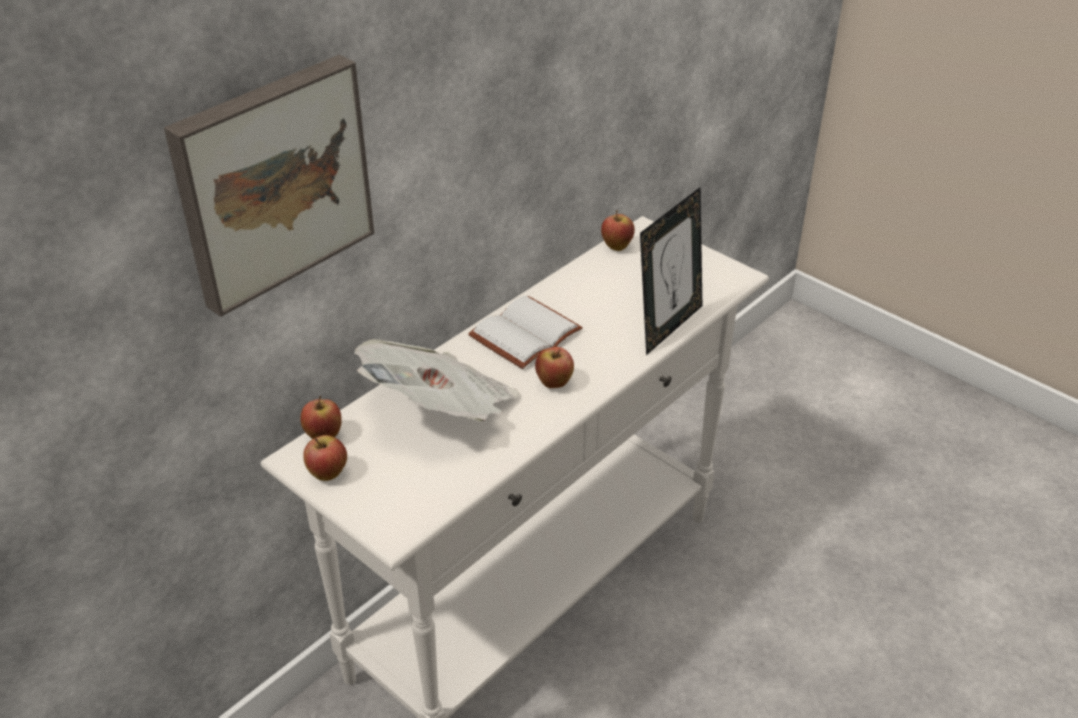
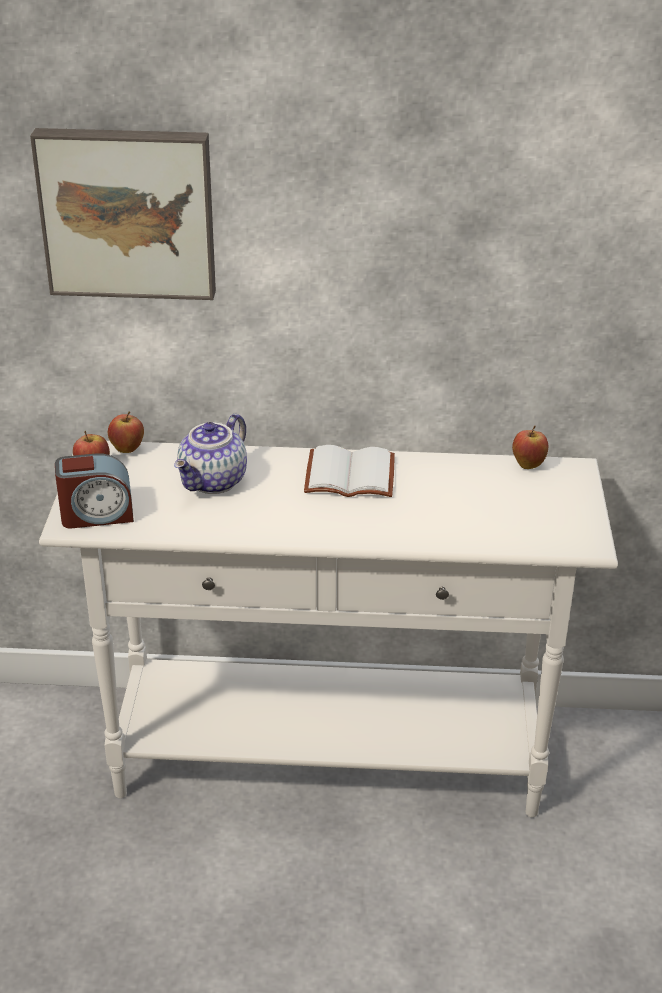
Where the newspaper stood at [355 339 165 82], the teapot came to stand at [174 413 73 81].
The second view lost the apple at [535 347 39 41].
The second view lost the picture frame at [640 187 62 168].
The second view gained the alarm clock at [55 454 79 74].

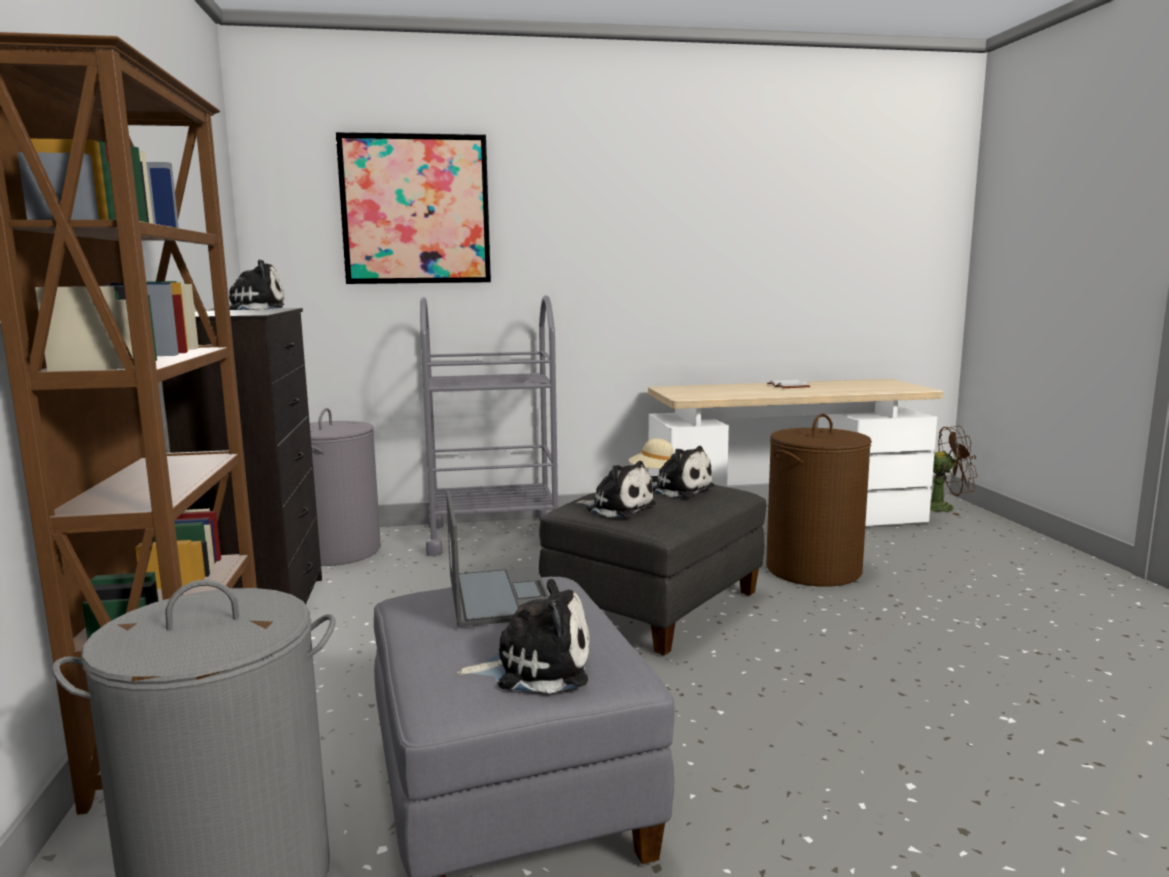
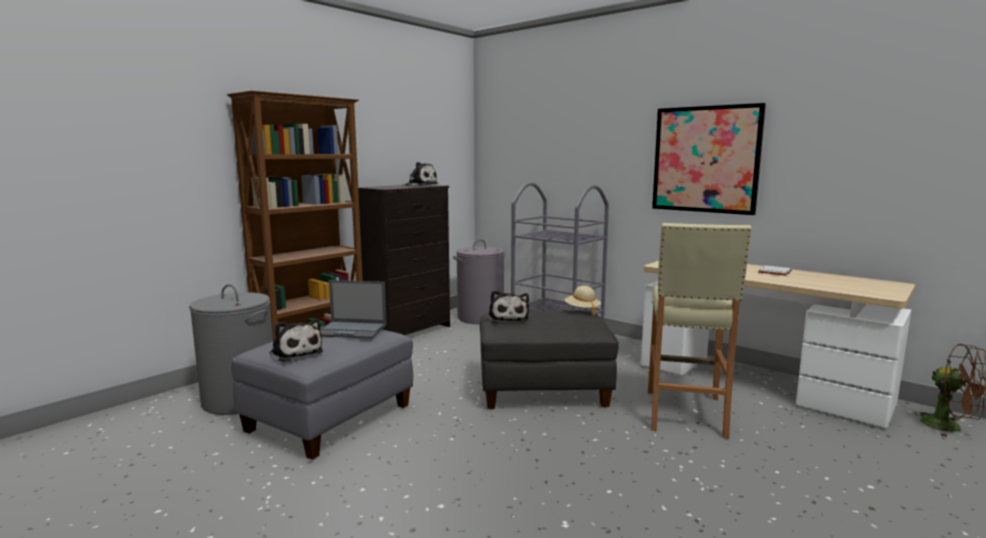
The picture ended up elsewhere, having gone from [336 132 155 152] to [652 103 114 112].
The laptop at [446 490 103 137] ended up facing another way, 60 degrees clockwise from before.
The second view lost the plush toy at [652 446 62 51].
Where the laundry basket/brown stood at [766 414 106 173], the stool/beige came to stand at [648 223 104 216].

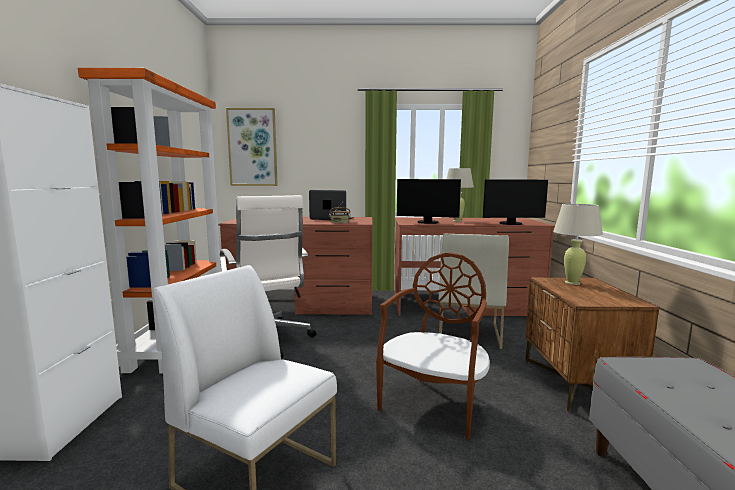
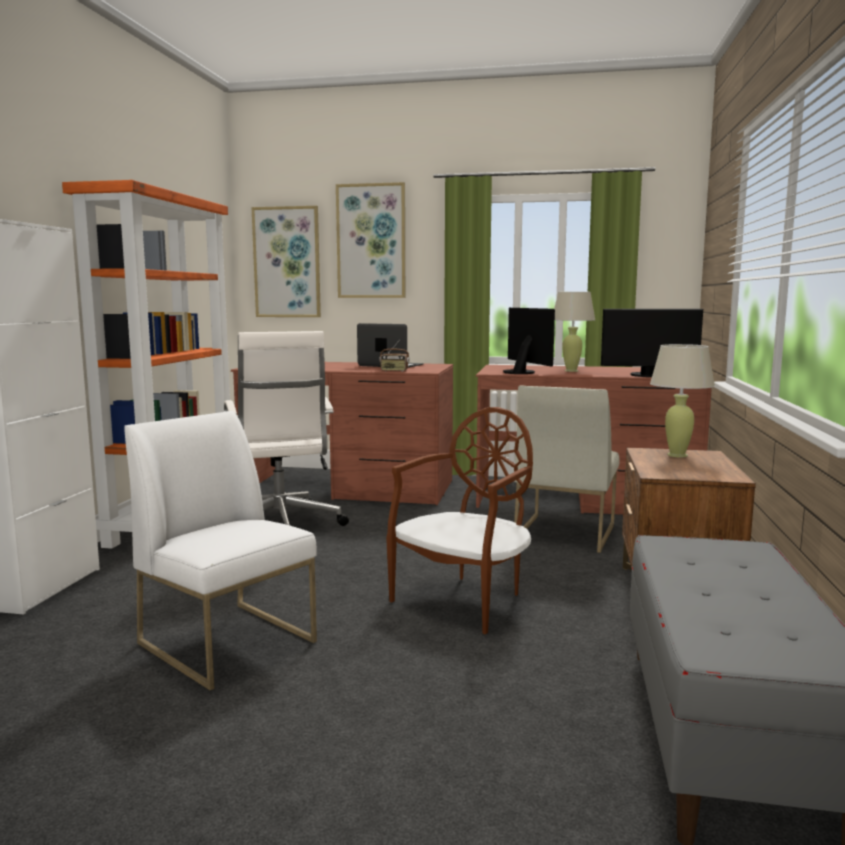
The monitor at [397 179 64 45] ended up facing another way, 135 degrees counterclockwise from before.
The second view gained the picture at [336 182 69 116].

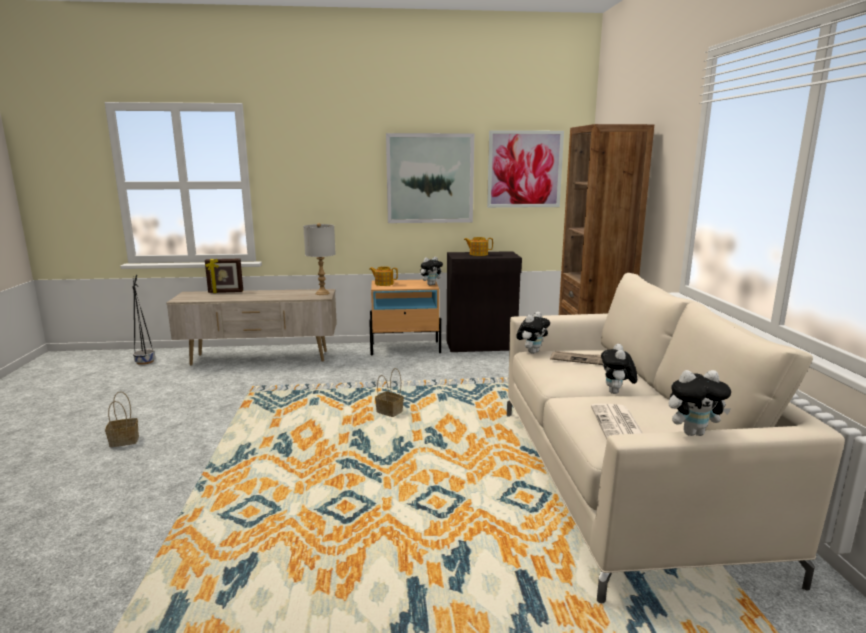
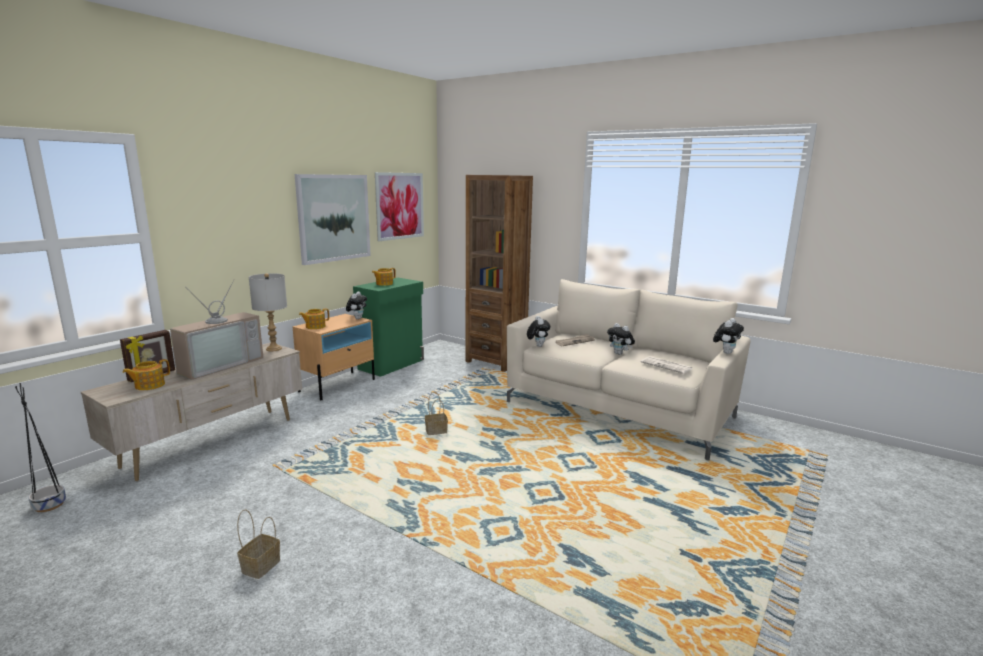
What was the cabinet/black at [447 251 75 101] turned into the cabinet/green at [353 278 71 99].
The second view gained the teapot at [122 359 48 31].
The second view gained the television at [170 279 94 101].

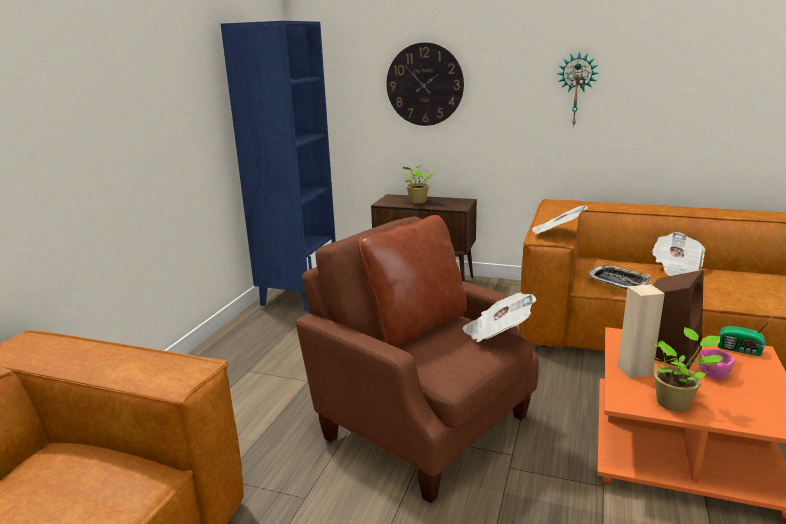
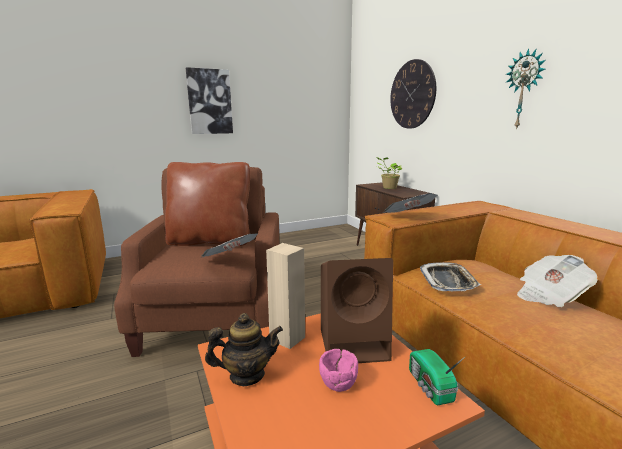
The second view lost the bookcase/blue at [221 21 115 291].
Where the potted plant stood at [651 327 73 85], the teapot came to stand at [205 313 78 73].
The second view gained the picture at [186 67 47 67].

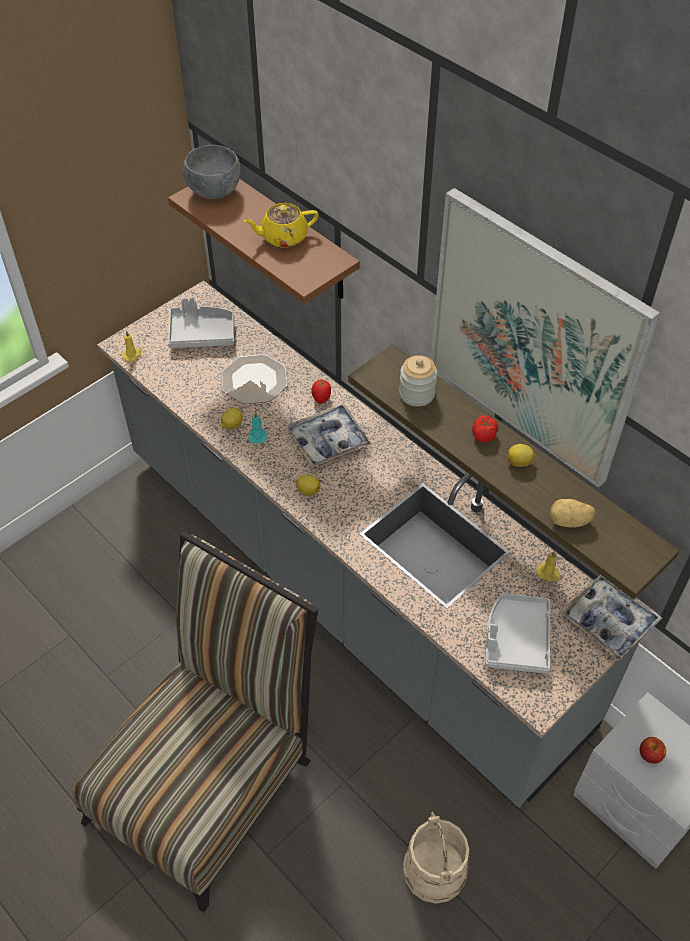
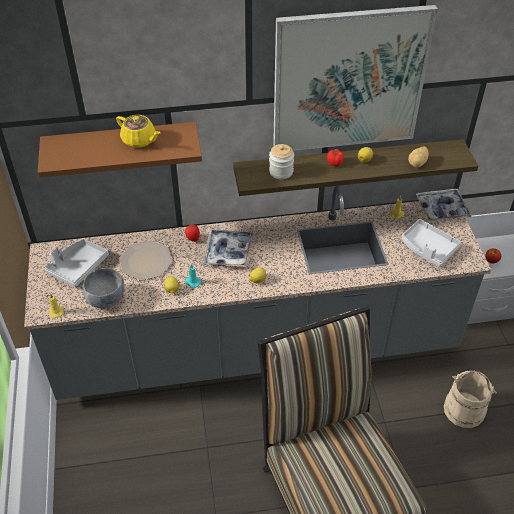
The bowl/grey ended up elsewhere, having gone from [183 145 58 54] to [82 268 43 41].
The teapot/yellow at [243 203 76 45] ended up facing another way, 75 degrees counterclockwise from before.

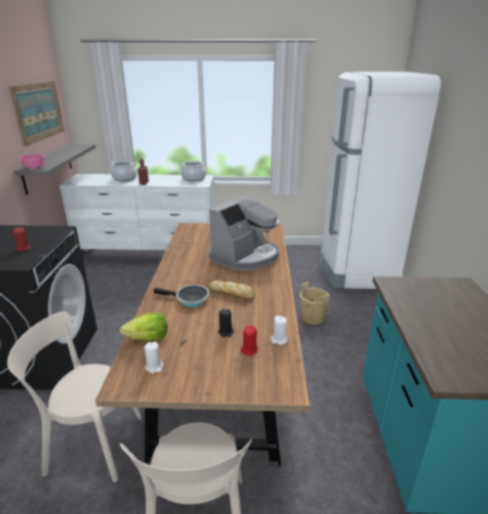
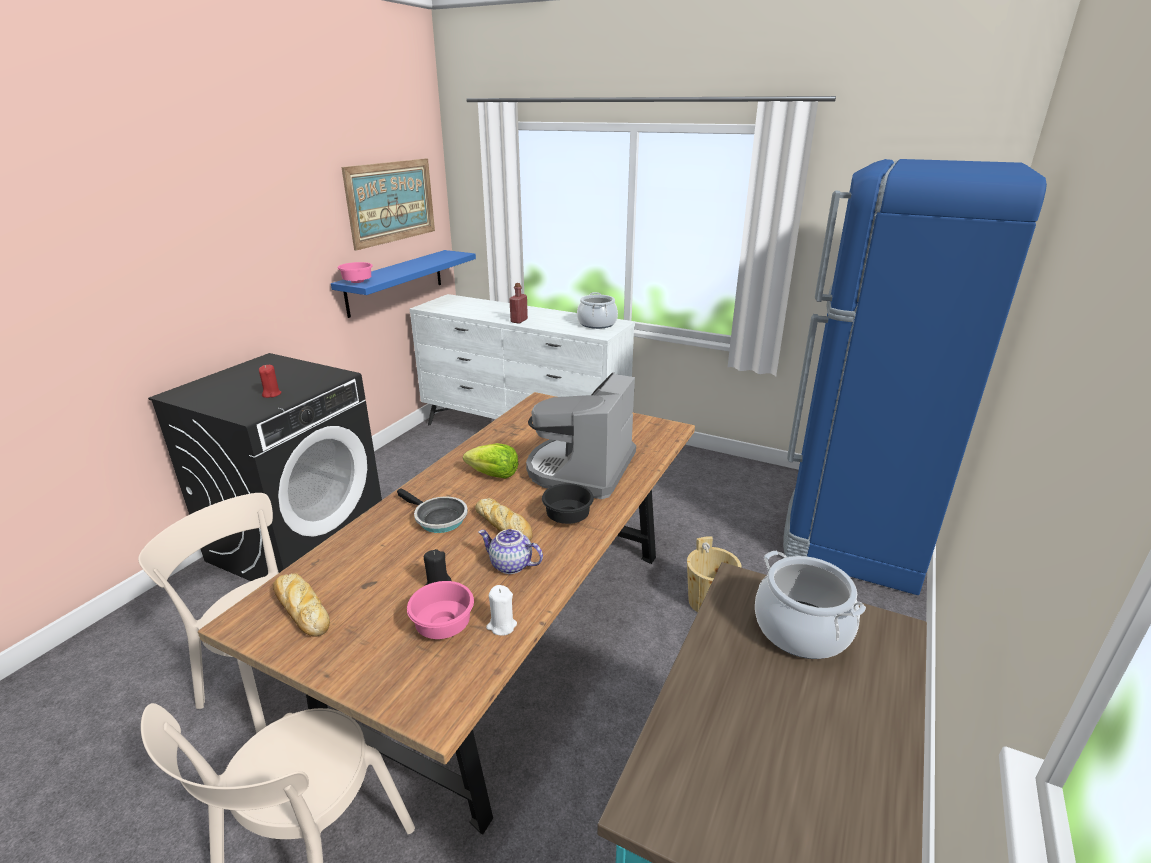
What was the shelf/grey at [14 144 82 51] turned into the shelf/blue at [331 250 145 68].
The cooking pot ended up elsewhere, having gone from [111 161 26 20] to [755 550 111 109].
The lettuce ended up elsewhere, having gone from [120 312 48 29] to [463 443 55 36].
Where the candle/white stood at [144 342 19 31], the bread came to stand at [273 573 57 64].
The coffee machine at [209 196 70 75] ended up facing another way, 135 degrees clockwise from before.
Where the candle/red stood at [241 325 17 31], the bowl/pink came to stand at [407 581 67 58].
What was the fridge/white at [320 72 121 217] turned into the fridge/blue at [783 159 264 436].
The second view gained the teapot at [478 529 65 45].
The second view gained the bowl/black at [542 483 52 41].

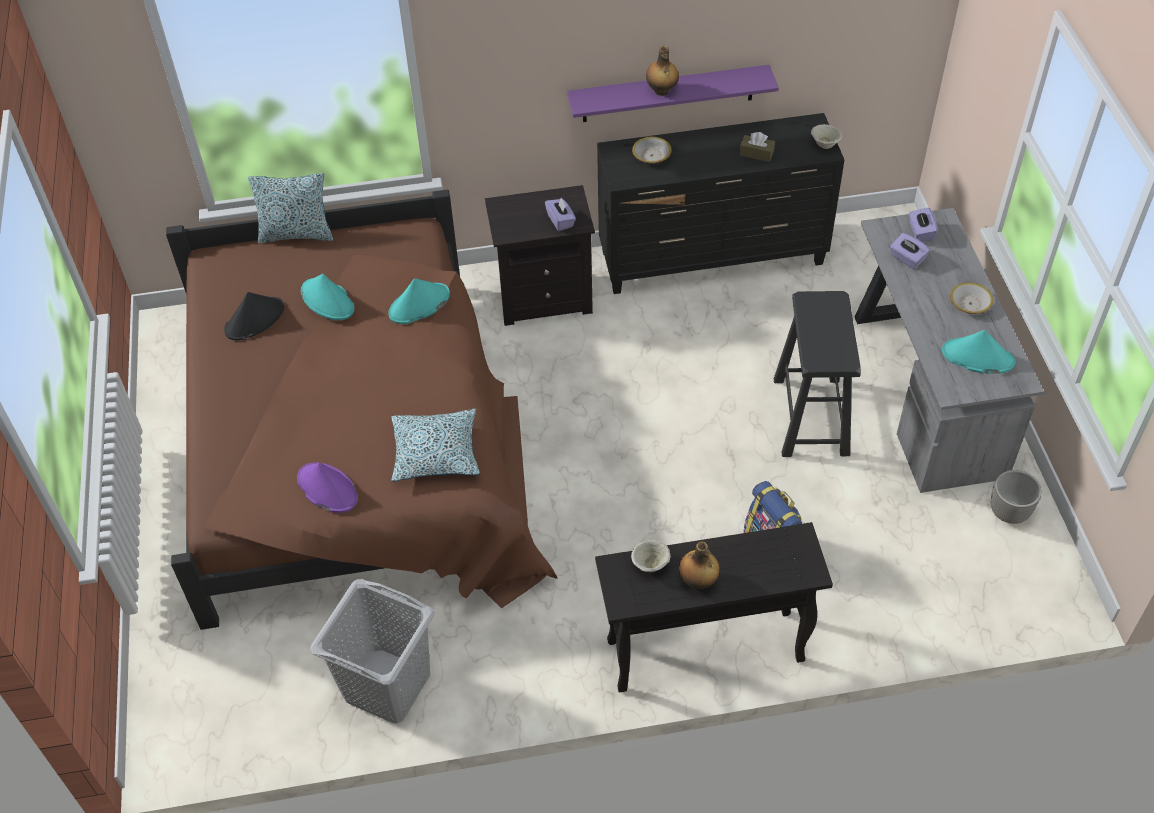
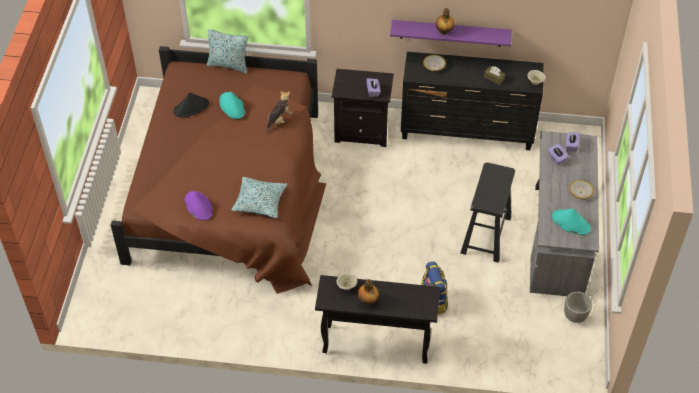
The second view lost the laundry basket/grey at [310 579 124 144].
Where the hat/turquoise stood at [389 279 61 45], the plush toy came to stand at [266 91 27 42].

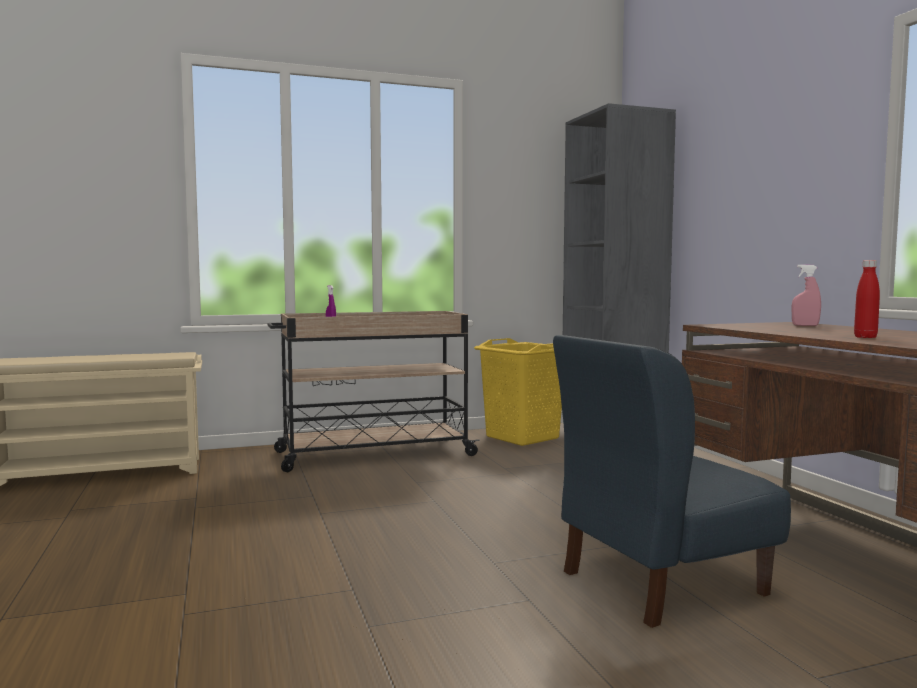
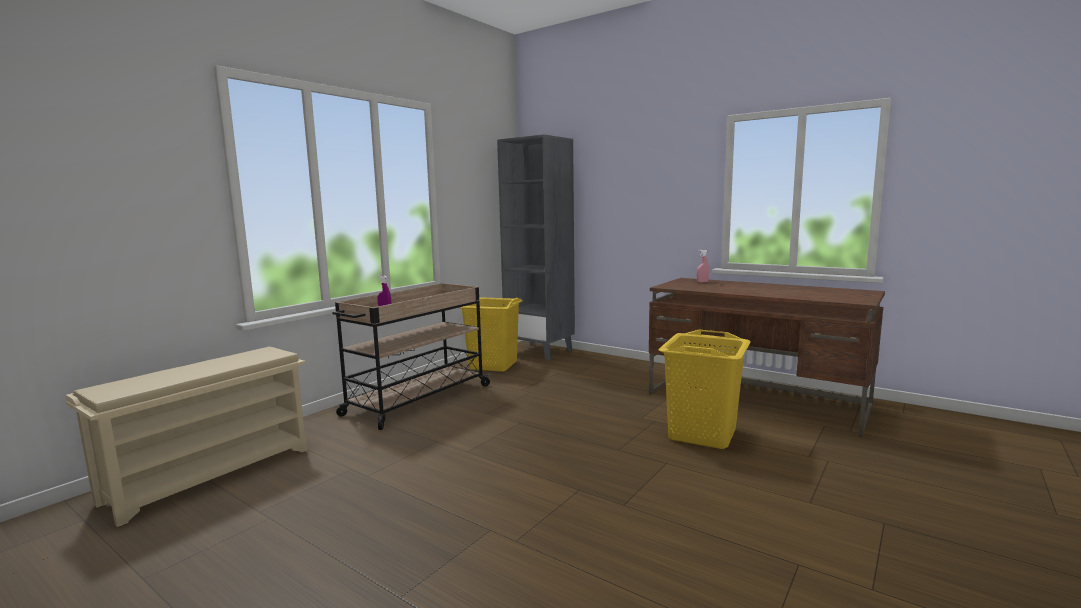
Where the chair/blue stood at [553 335 238 293], the laundry basket/yellow came to stand at [658 330 93 119].
The second view lost the bottle/red at [854 260 26 78].

